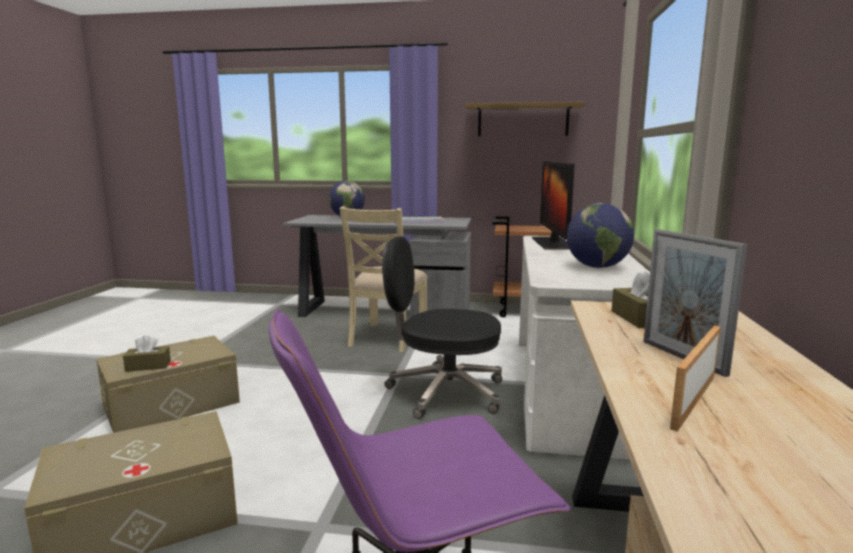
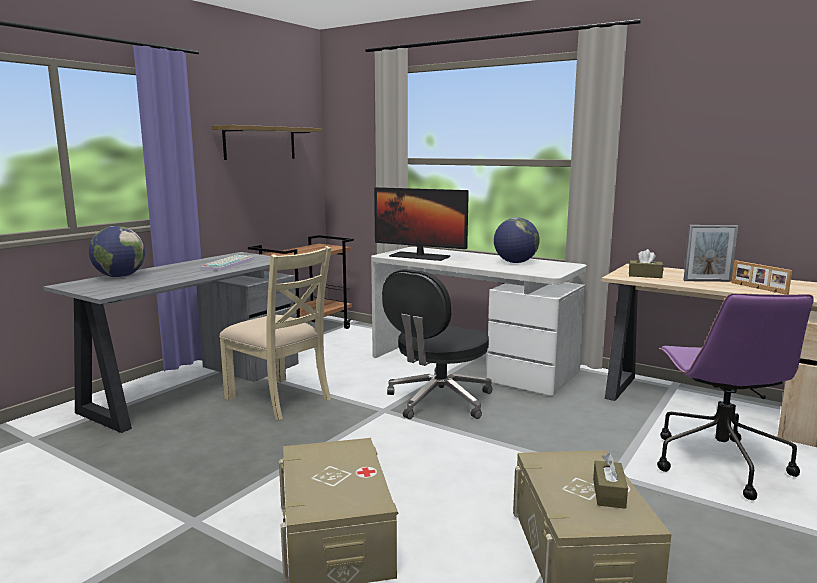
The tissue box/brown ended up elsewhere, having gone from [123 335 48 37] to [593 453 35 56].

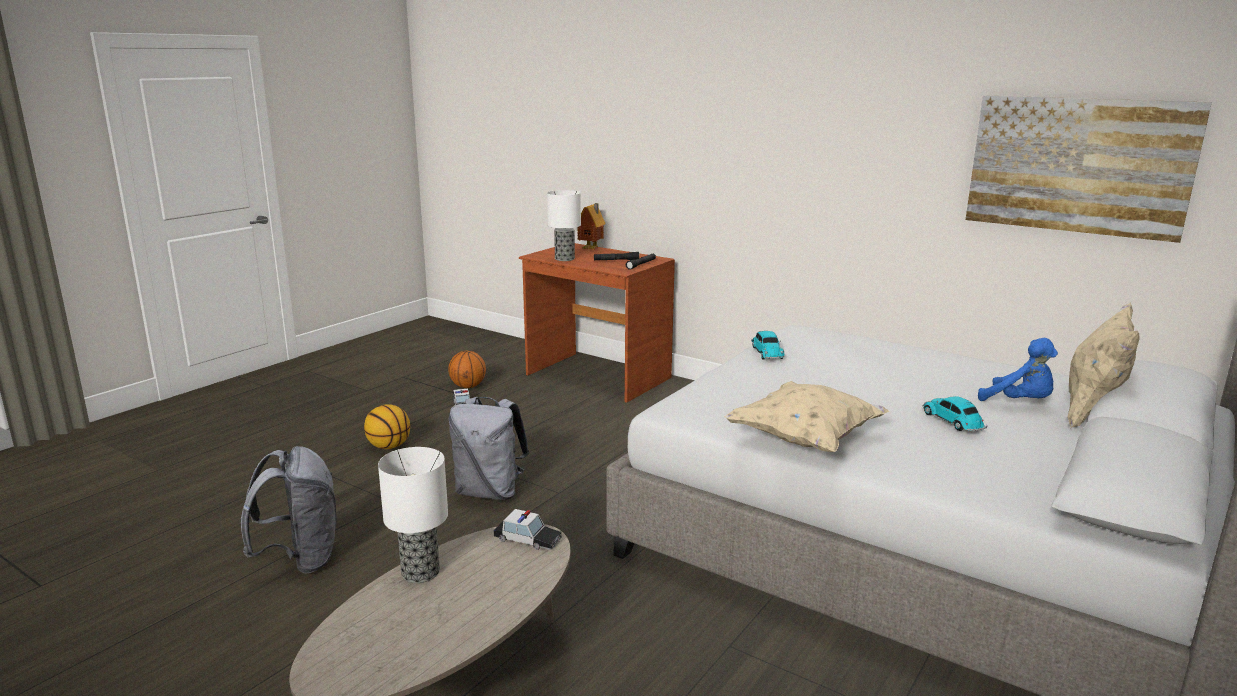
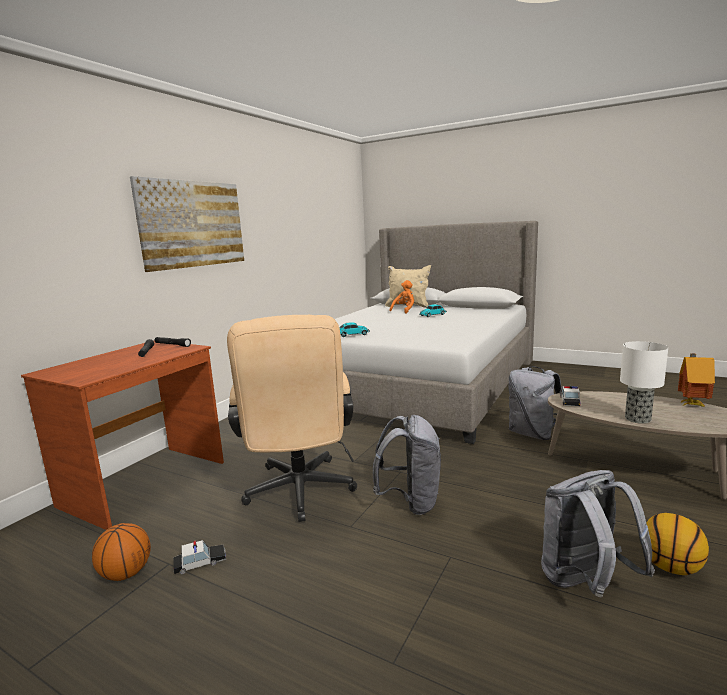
The basketball ended up elsewhere, having gone from [364 404 46 45] to [646 513 63 62].
The second view lost the table lamp at [547 190 34 71].
The toy house ended up elsewhere, having gone from [577 203 29 46] to [678 353 37 54].
The second view lost the pillow/beige at [724 381 165 71].
The picture ended up elsewhere, having gone from [966 95 246 148] to [130 176 114 96].
What was the plush toy/blue at [978 338 80 63] turned into the plush toy/orange at [390 280 24 34].
The second view gained the office chair/beige at [227 315 130 207].
The second view gained the backpack/grey at [508 366 54 74].

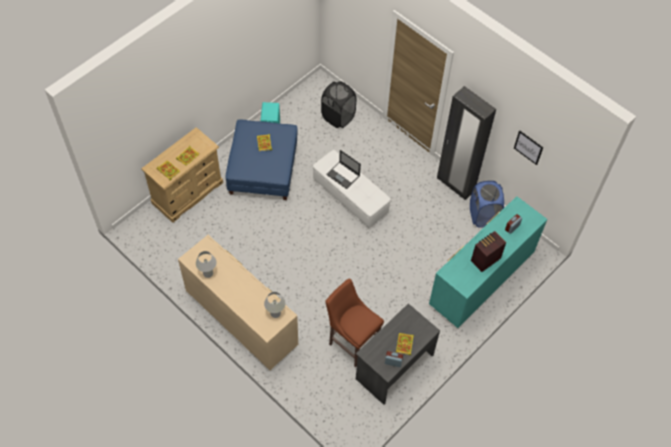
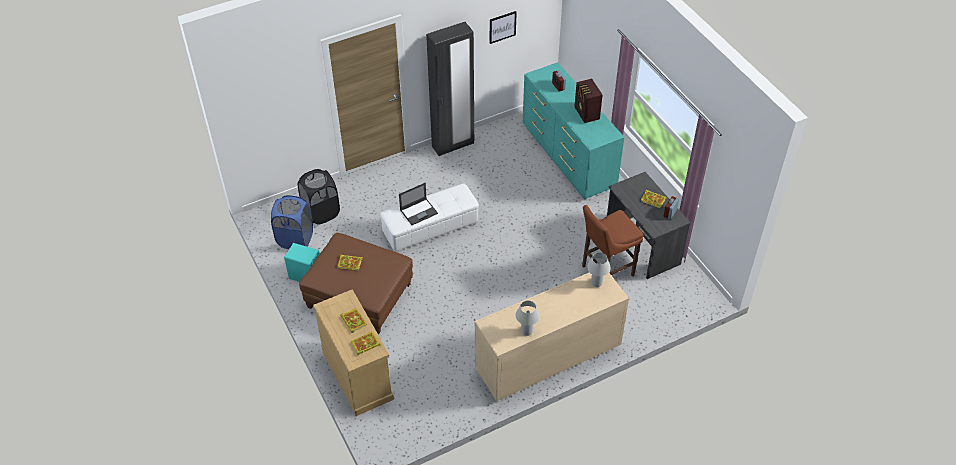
What was the ottoman/blue at [225 120 73 80] turned into the ottoman/brown at [299 233 114 101].
The laundry basket/blue ended up elsewhere, having gone from [470 181 34 47] to [271 195 42 54].

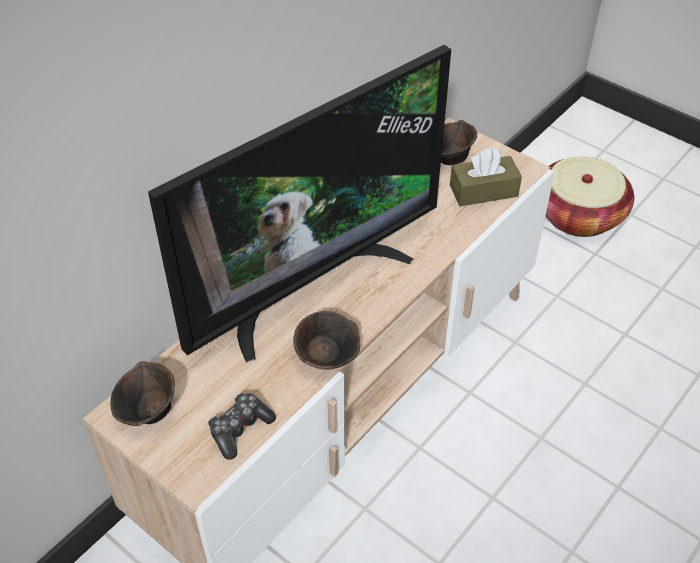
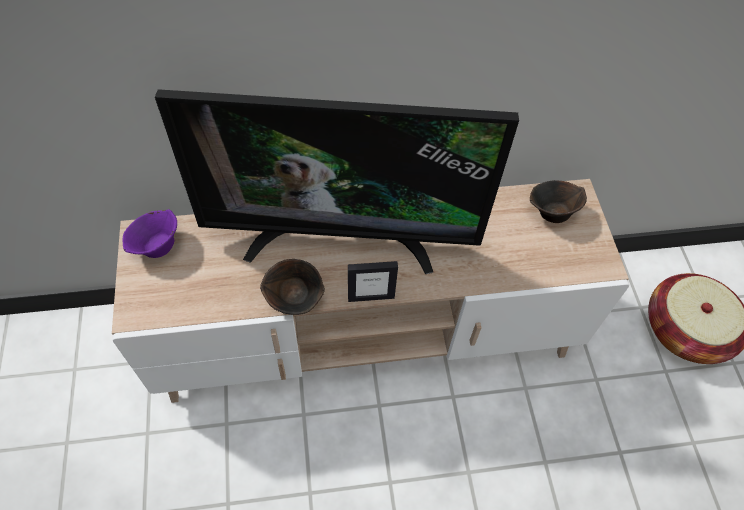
What was the bowl/brown at [111 361 64 65] turned into the bowl/purple at [123 209 54 49].
The second view lost the game controller at [208 393 68 67].
The second view lost the tissue box/brown at [450 148 72 58].
The second view gained the picture frame at [348 261 50 41].

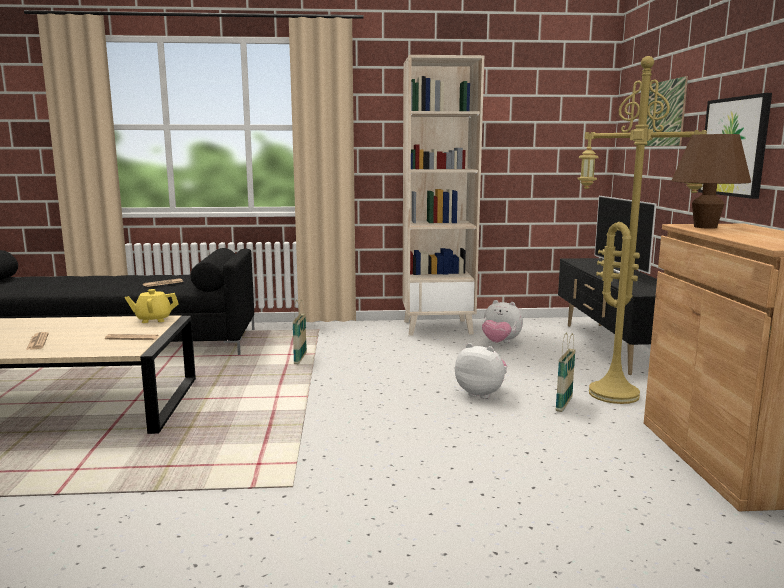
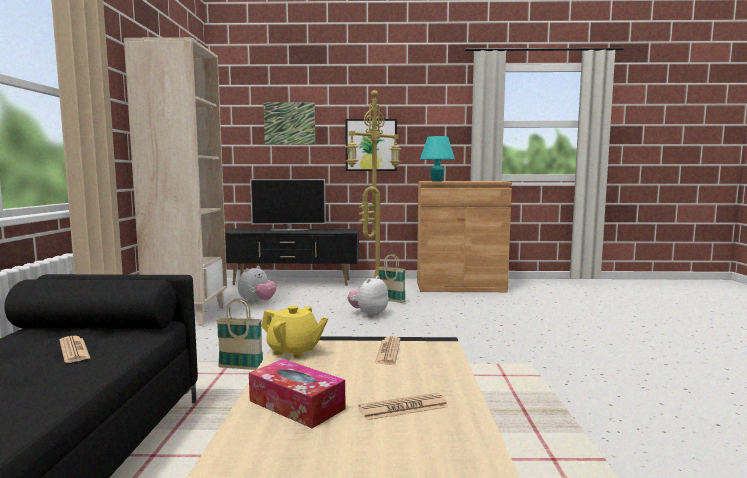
The teapot/yellow at [125 289 54 34] ended up facing another way, 60 degrees counterclockwise from before.
What was the table lamp/brown at [671 134 80 95] turned into the table lamp/turquoise at [420 136 35 46].
The second view gained the tissue box at [249 359 96 70].

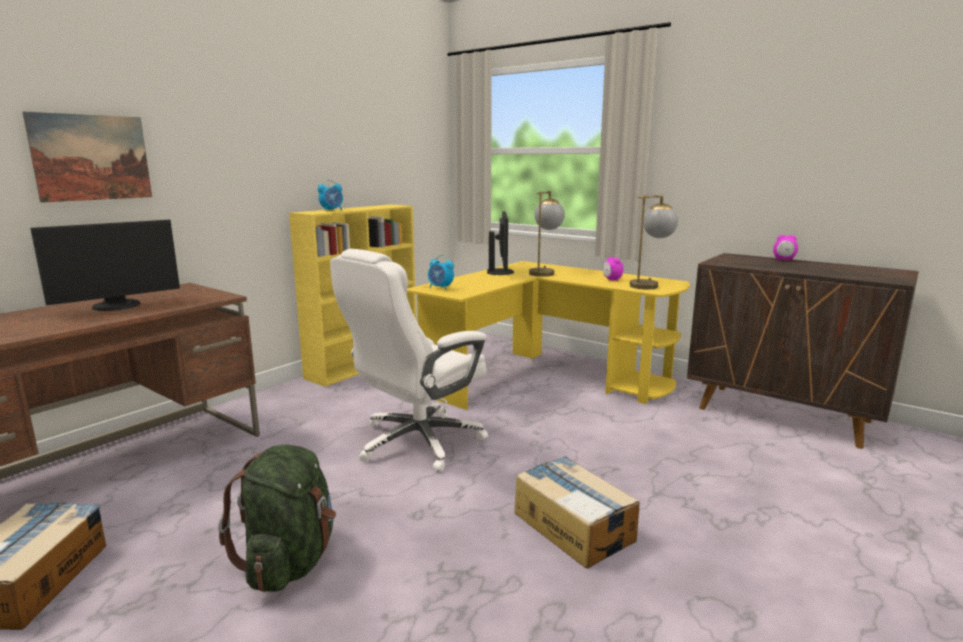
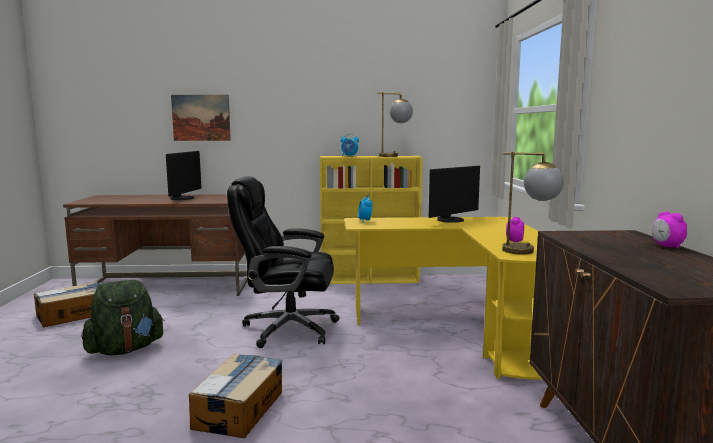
The monitor at [30 220 150 91] ended up facing another way, 90 degrees counterclockwise from before.
What was the office chair/white at [330 249 158 223] turned into the office chair/black at [227 176 113 172].
The table lamp ended up elsewhere, having gone from [529 191 36 86] to [377 92 36 65].

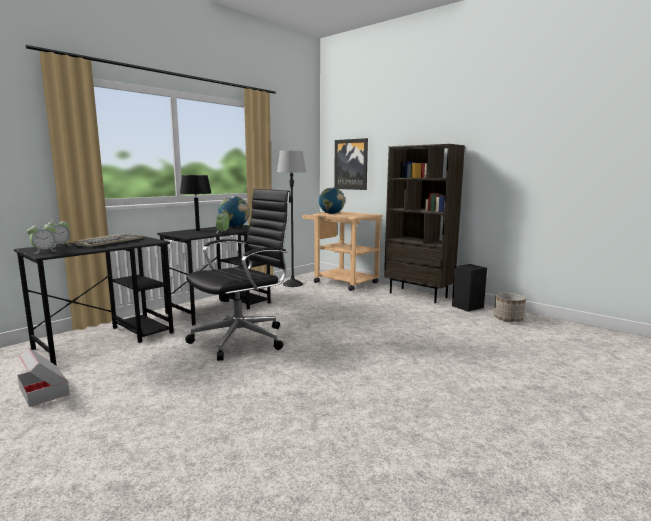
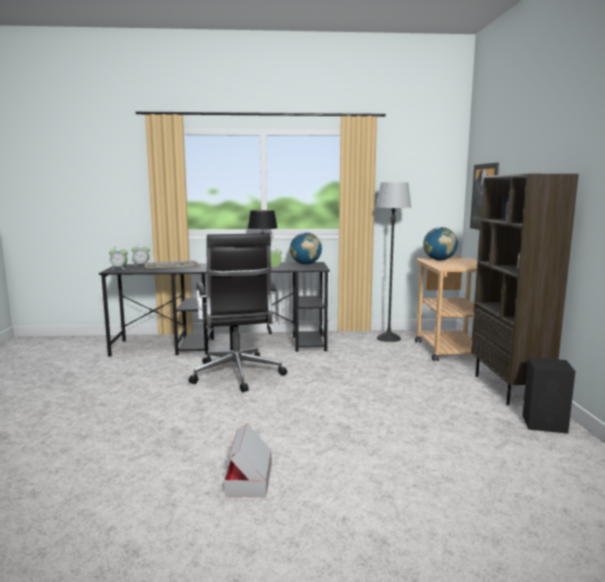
The cardboard box ended up elsewhere, having gone from [17 348 53 59] to [224 423 48 74].
The office chair/black at [185 189 106 172] ended up facing another way, 75 degrees clockwise from before.
The second view lost the planter at [494 293 32 29].

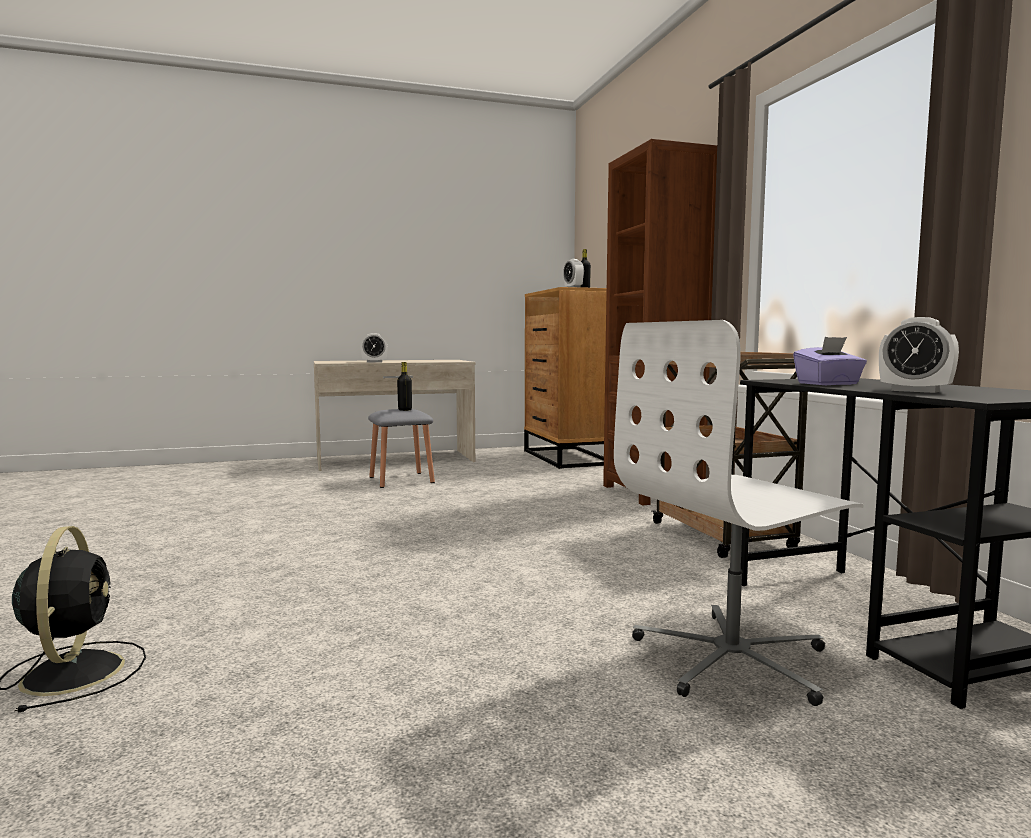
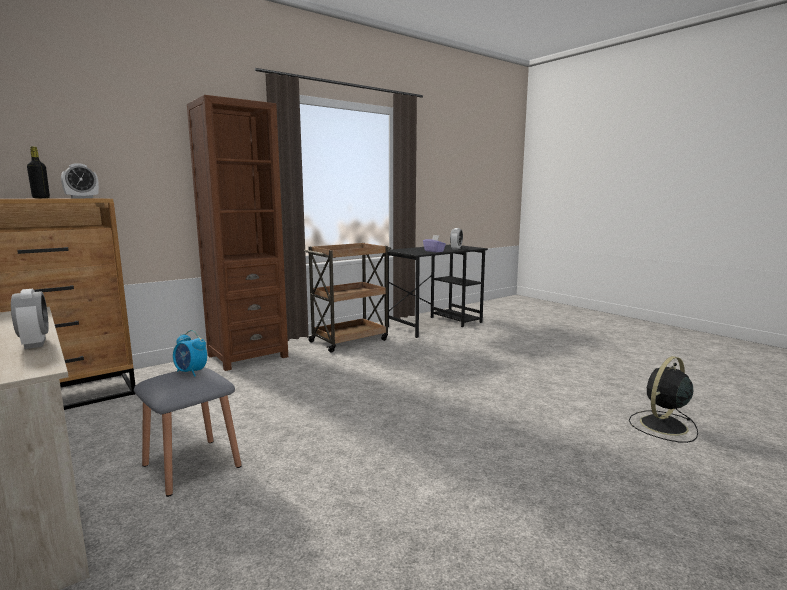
Where the bottle/black stood at [397 362 15 49], the alarm clock came to stand at [173 330 34 47].
The second view lost the office chair/white at [614 320 250 386].

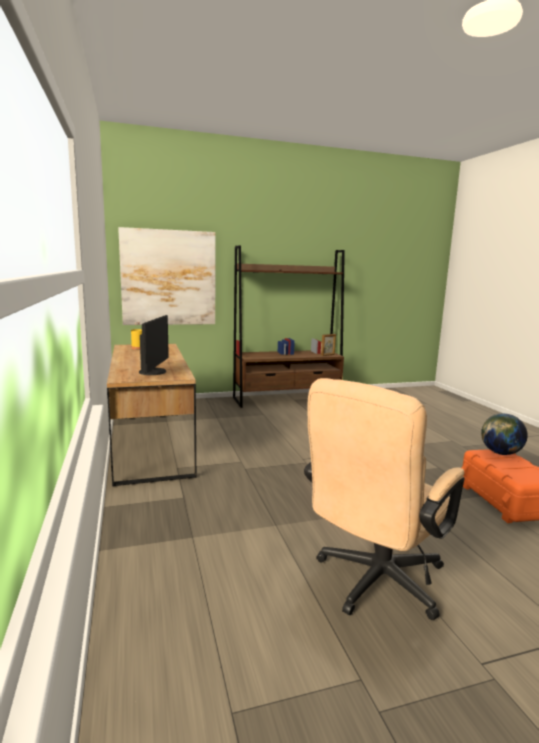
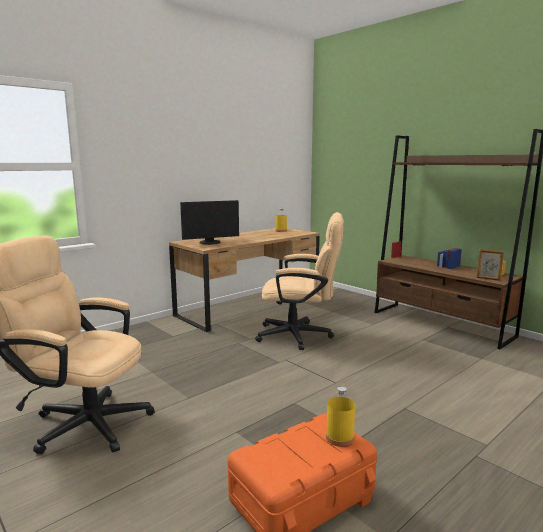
The second view lost the picture at [118 227 97 98].
Where the globe stood at [481 413 47 42], the bottle/yellow came to stand at [326 387 29 60].
The second view gained the office chair/beige at [255 212 89 138].

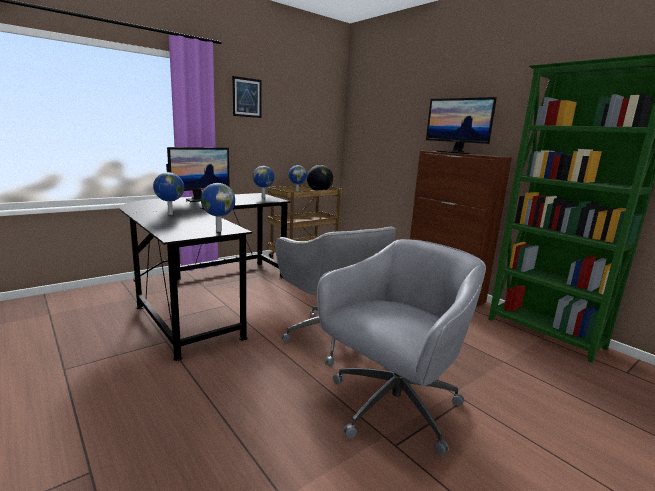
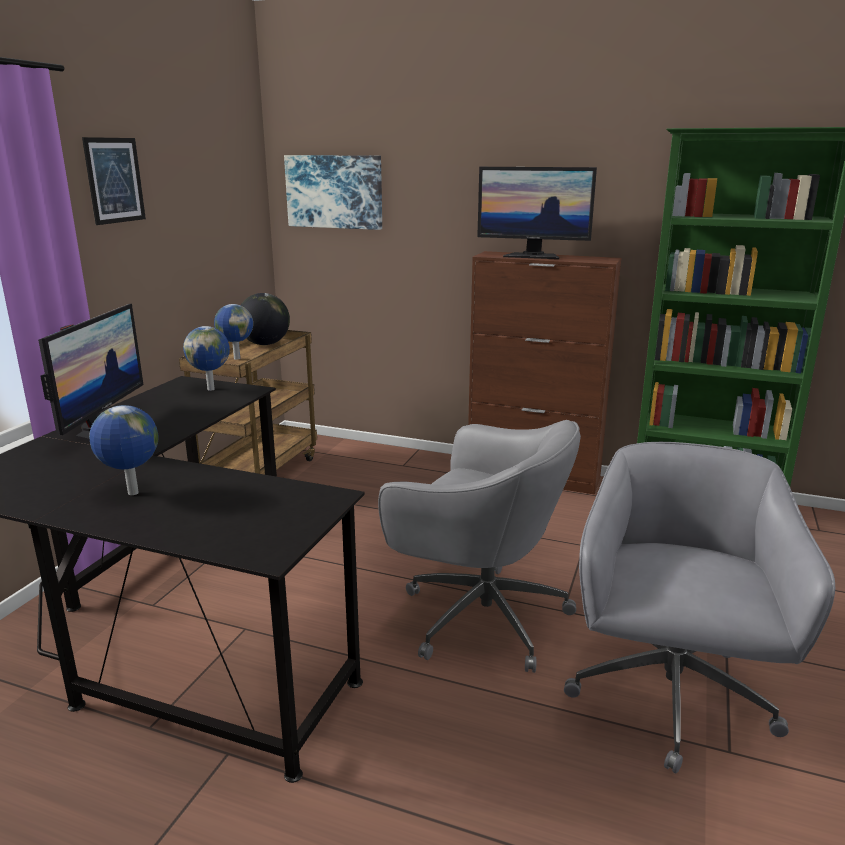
The second view lost the globe at [201 183 34 49].
The second view gained the picture at [284 155 98 75].

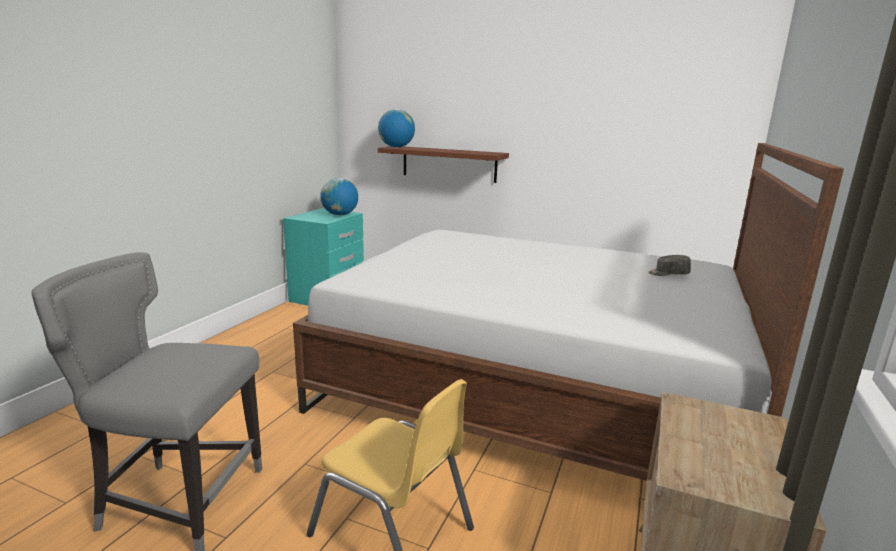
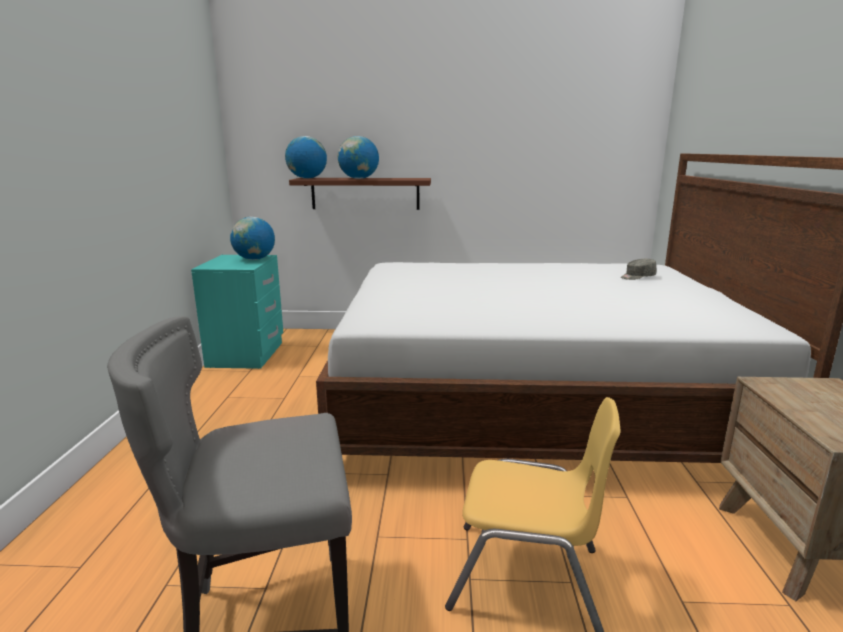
The second view gained the globe at [338 136 41 43].

